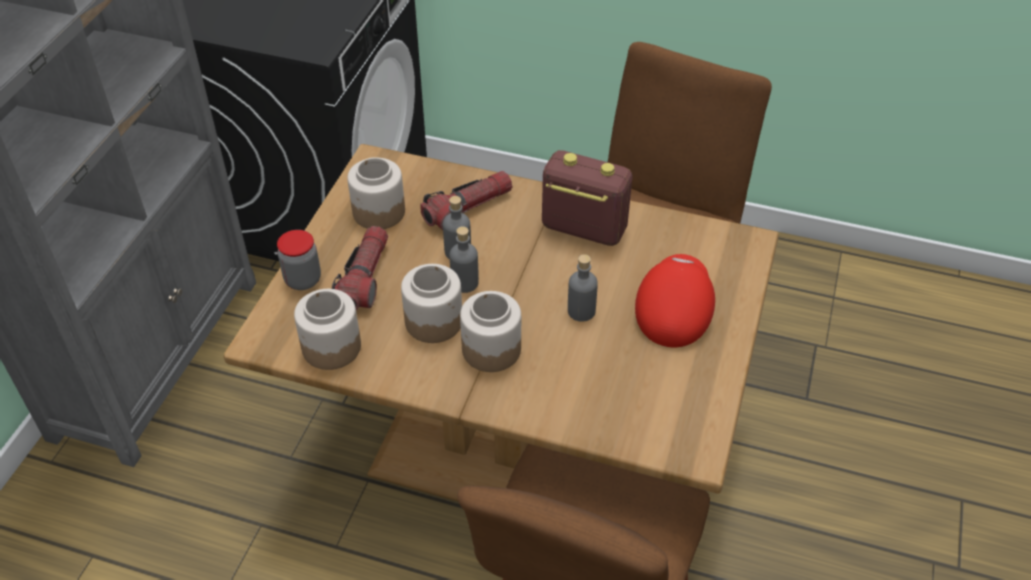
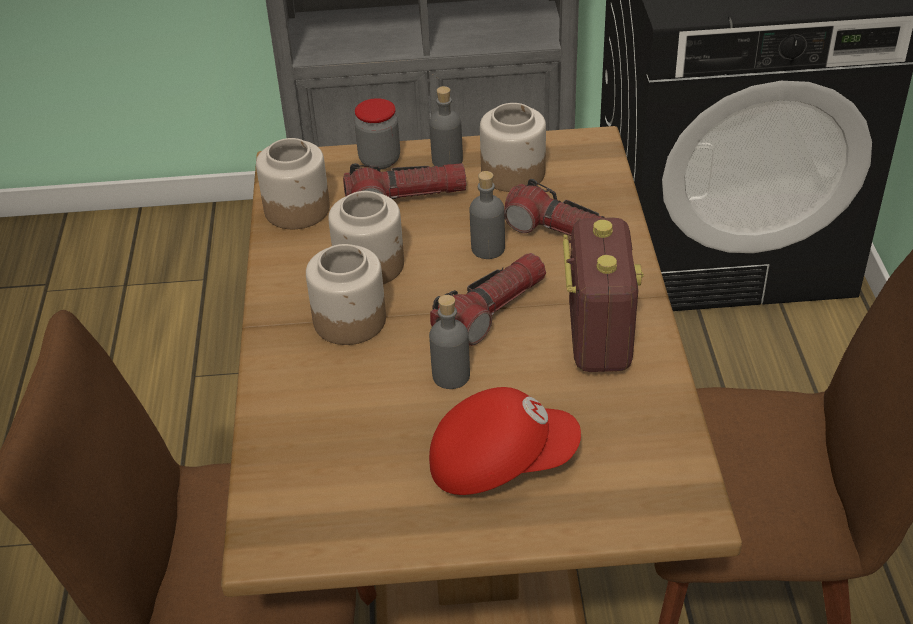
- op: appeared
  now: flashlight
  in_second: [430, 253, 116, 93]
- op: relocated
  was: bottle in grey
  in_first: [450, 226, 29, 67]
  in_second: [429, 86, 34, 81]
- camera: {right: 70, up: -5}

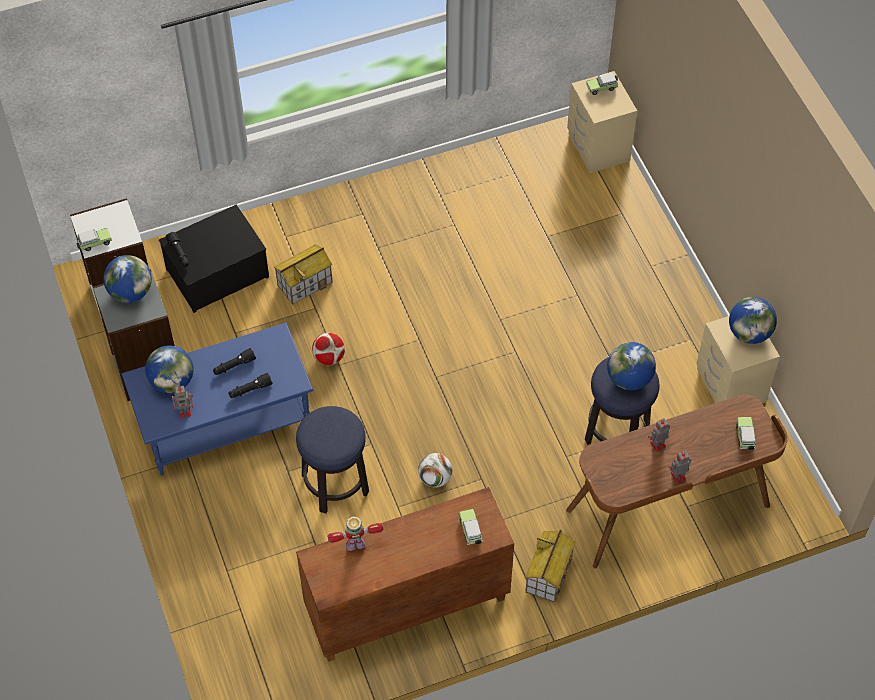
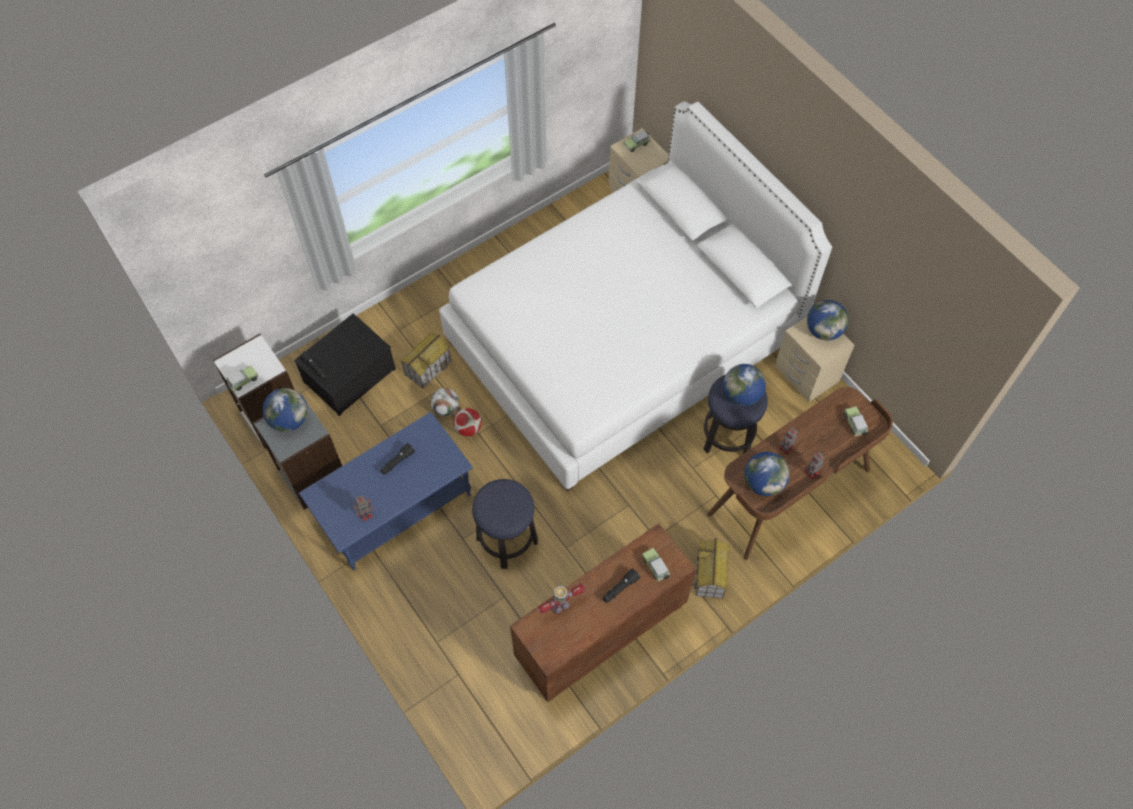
- op: appeared
  now: bed in white
  in_second: [439, 101, 393, 391]
- op: relocated
  was: globe
  in_first: [145, 345, 49, 48]
  in_second: [744, 452, 46, 44]
- op: relocated
  was: flashlight in black
  in_first: [228, 373, 45, 25]
  in_second: [603, 568, 37, 35]
- op: relocated
  was: football
  in_first: [418, 453, 34, 34]
  in_second: [430, 388, 29, 28]
- camera: {right: -15, up: 5}

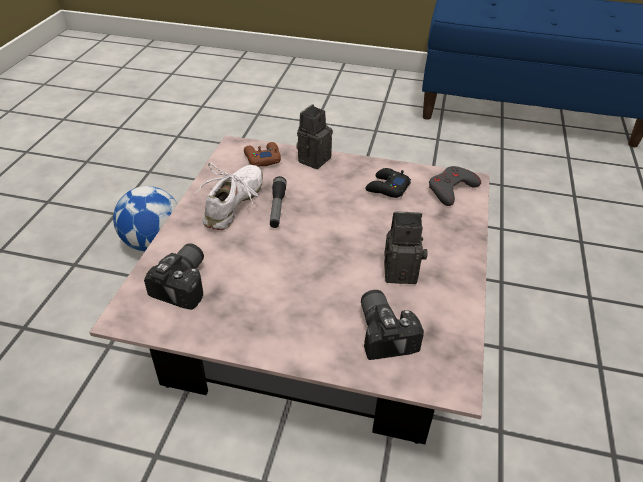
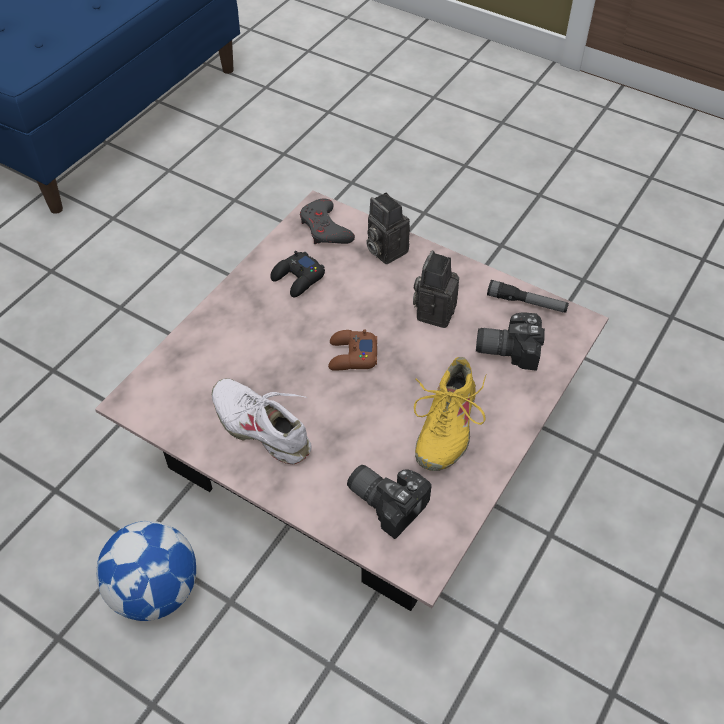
- op: appeared
  now: shoe in yellow
  in_second: [414, 357, 73, 114]
- op: relocated
  was: game controller in brown
  in_first: [244, 142, 37, 25]
  in_second: [328, 329, 49, 42]
- op: relocated
  was: flashlight
  in_first: [270, 176, 17, 52]
  in_second: [487, 280, 82, 33]
- op: relocated
  was: photo camera
  in_first: [296, 104, 37, 65]
  in_second: [366, 193, 44, 71]
- camera: {right: -70, up: 10}

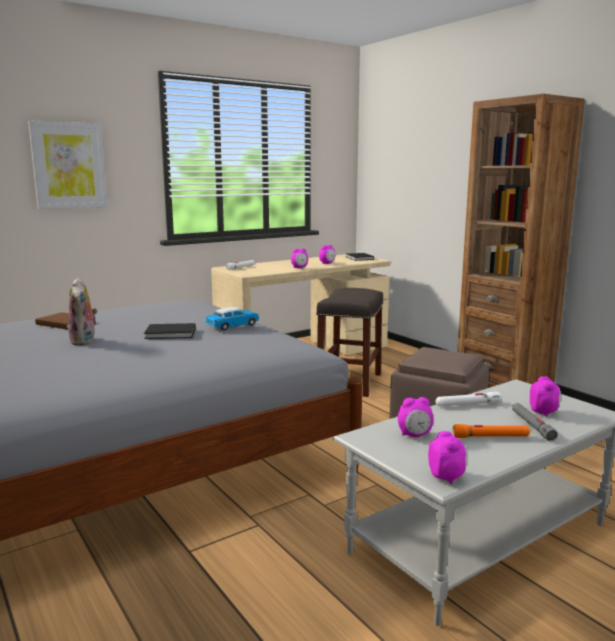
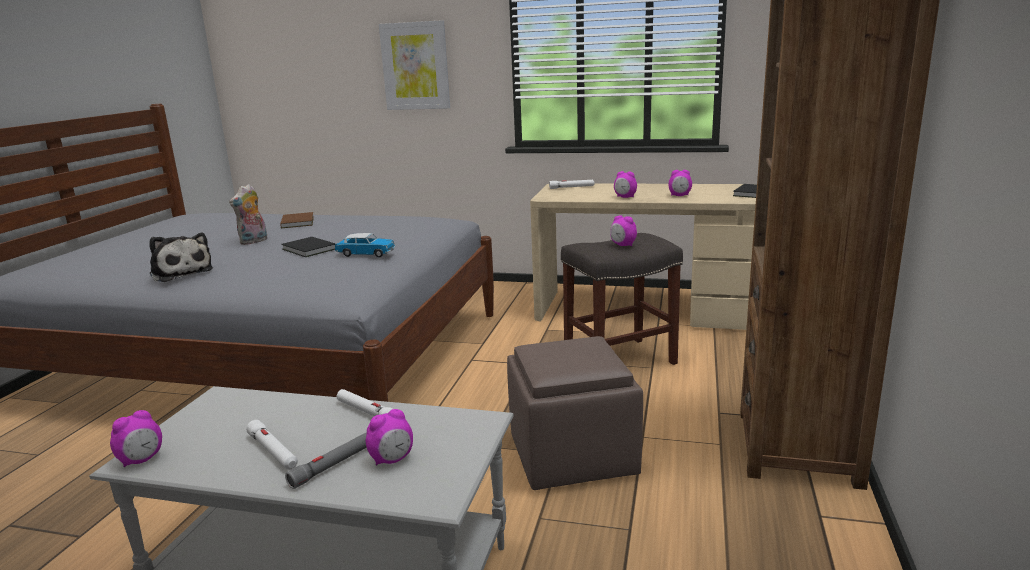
- op: appeared
  now: plush toy
  in_second: [149, 233, 64, 49]
- op: relocated
  was: alarm clock
  in_first: [398, 397, 36, 40]
  in_second: [610, 215, 27, 31]
- op: colour
  was: flashlight in orange
  now: flashlight in white
  in_first: [453, 424, 77, 14]
  in_second: [246, 420, 52, 50]
- camera: {right: 50, up: 5}

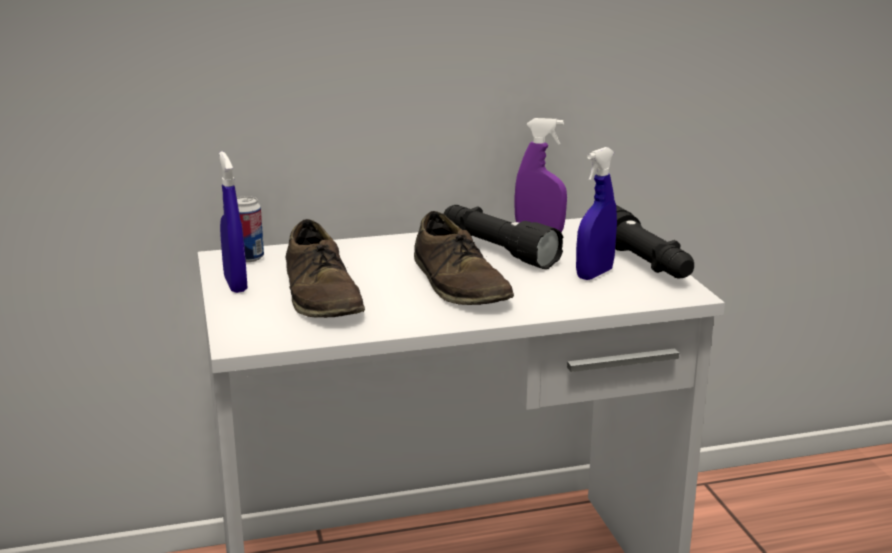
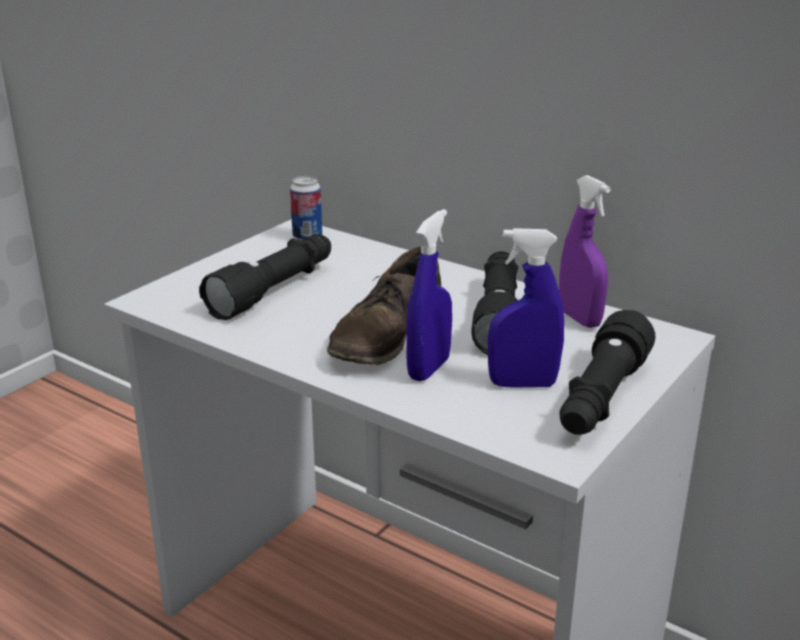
- op: relocated
  was: spray bottle in blue
  in_first: [219, 151, 29, 142]
  in_second: [406, 209, 46, 173]
- op: exchanged
  was: shoe in brown
  now: flashlight in black
  in_first: [286, 219, 79, 99]
  in_second: [199, 234, 132, 86]
- camera: {right: 50, up: 5}

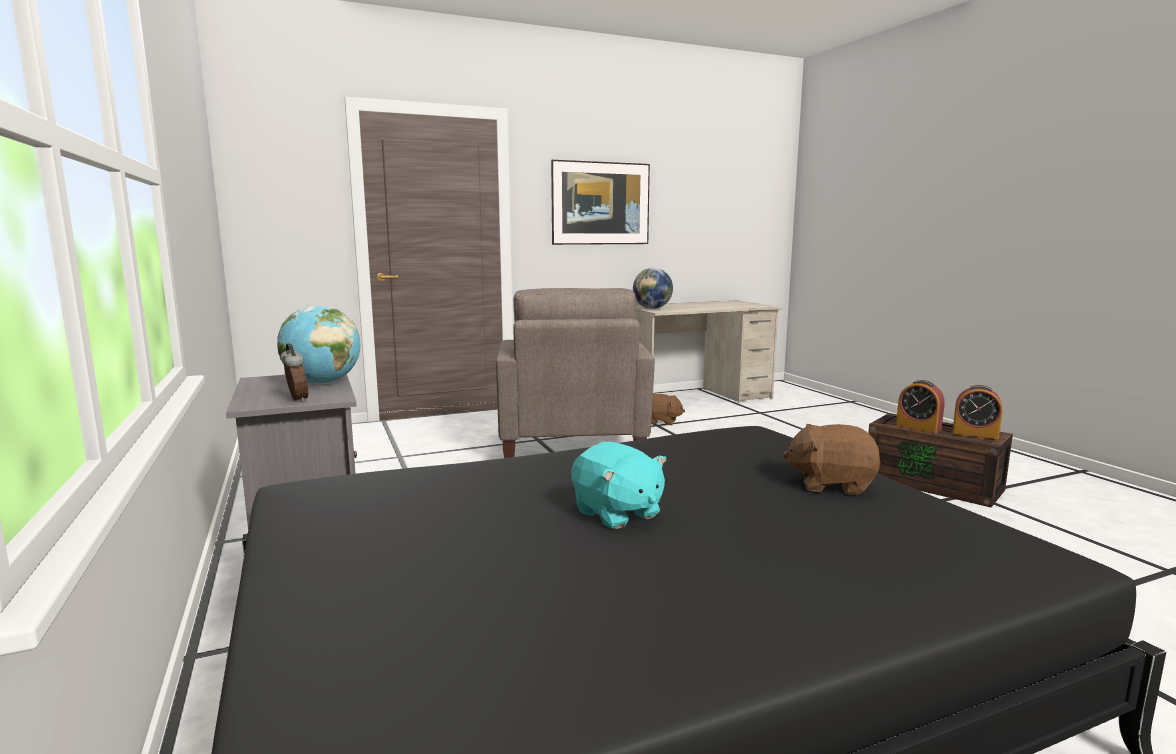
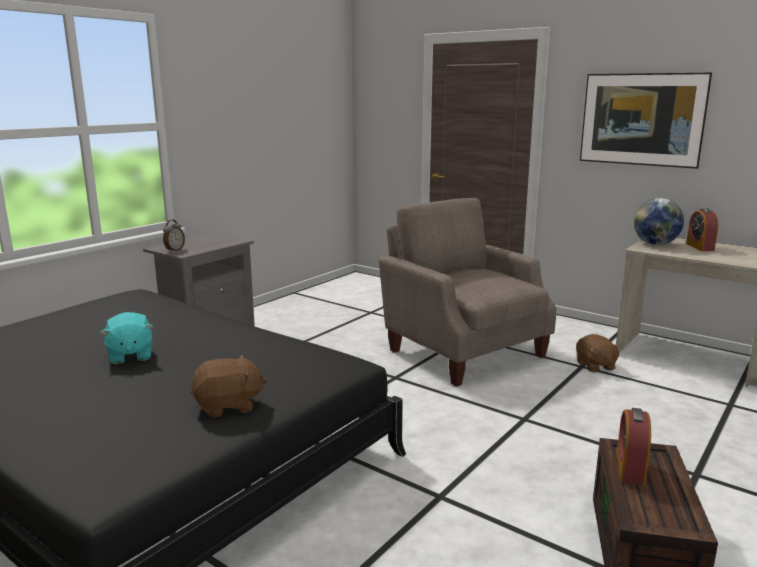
- op: missing
  was: globe
  in_first: [277, 306, 83, 78]
- op: relocated
  was: alarm clock
  in_first: [953, 385, 50, 54]
  in_second: [686, 208, 32, 43]
- op: spun
  was: armchair in beige
  in_first: [496, 288, 159, 170]
  in_second: [379, 198, 177, 189]
  clockwise: 90
- op: spun
  was: plush toy in turquoise
  in_first: [571, 442, 96, 87]
  in_second: [100, 312, 54, 52]
  clockwise: -45
- op: spun
  was: plush toy in brown
  in_first: [783, 424, 97, 71]
  in_second: [190, 355, 77, 63]
  clockwise: 90
- camera: {right: 60, up: 5}

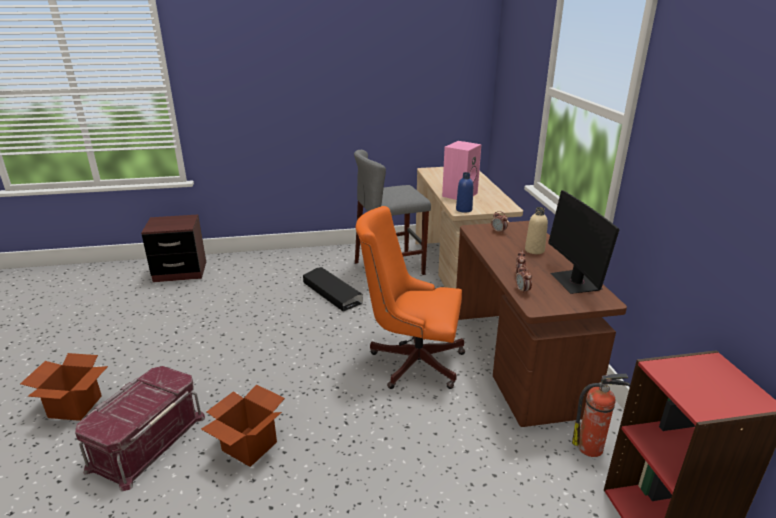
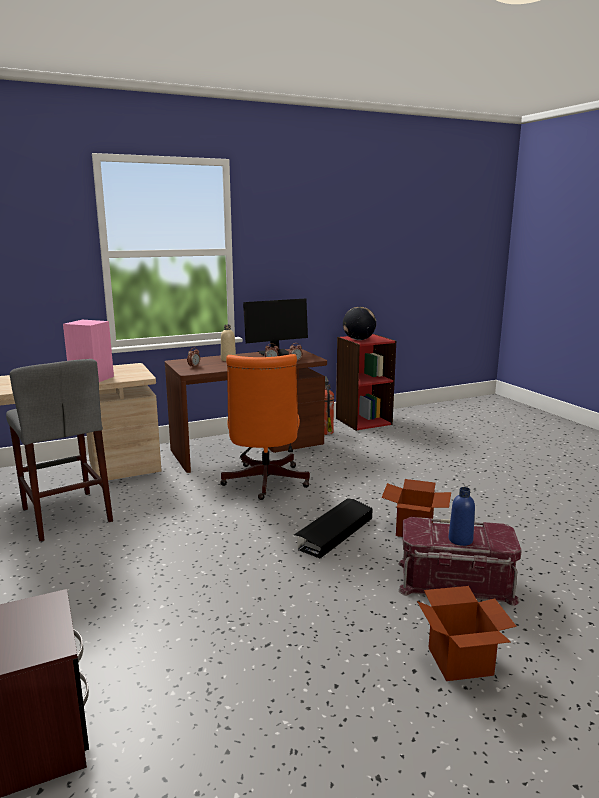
- op: appeared
  now: globe
  in_second: [343, 307, 33, 33]
- op: relocated
  was: storage box in black
  in_first: [303, 267, 60, 44]
  in_second: [294, 498, 79, 61]
- op: relocated
  was: bottle in blue
  in_first: [456, 172, 17, 41]
  in_second: [449, 487, 26, 59]
- camera: {right: -105, up: -10}

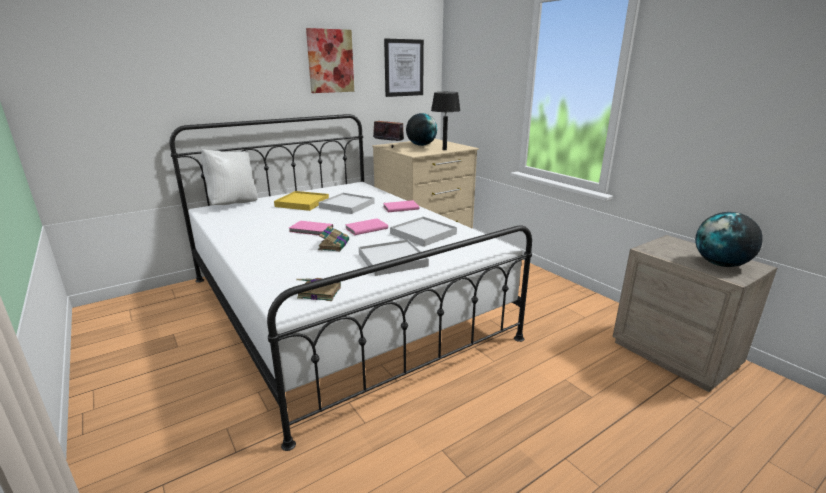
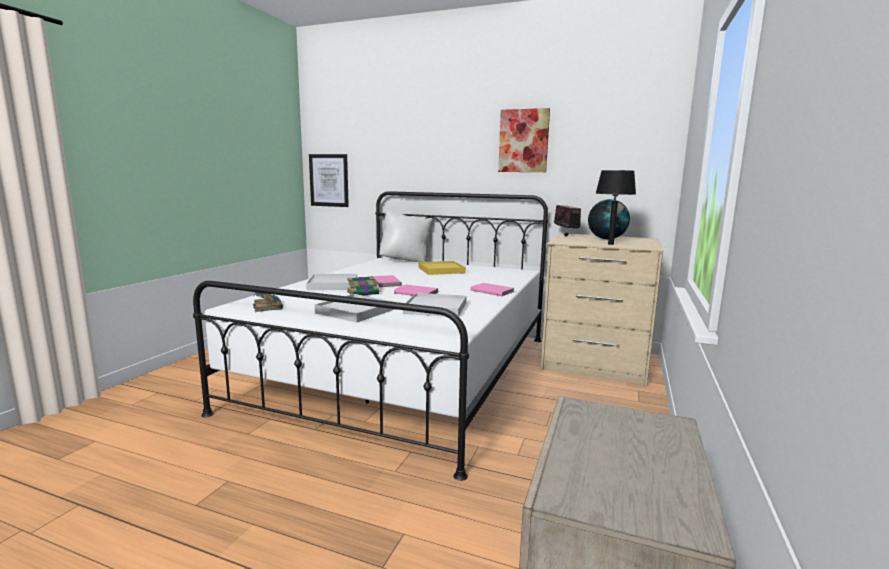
- op: missing
  was: globe
  in_first: [695, 212, 68, 55]
- op: relocated
  was: tray in white
  in_first: [319, 193, 56, 21]
  in_second: [306, 274, 51, 16]
- op: relocated
  was: picture
  in_first: [384, 38, 40, 59]
  in_second: [309, 154, 40, 53]
- camera: {right: 55, up: -10}

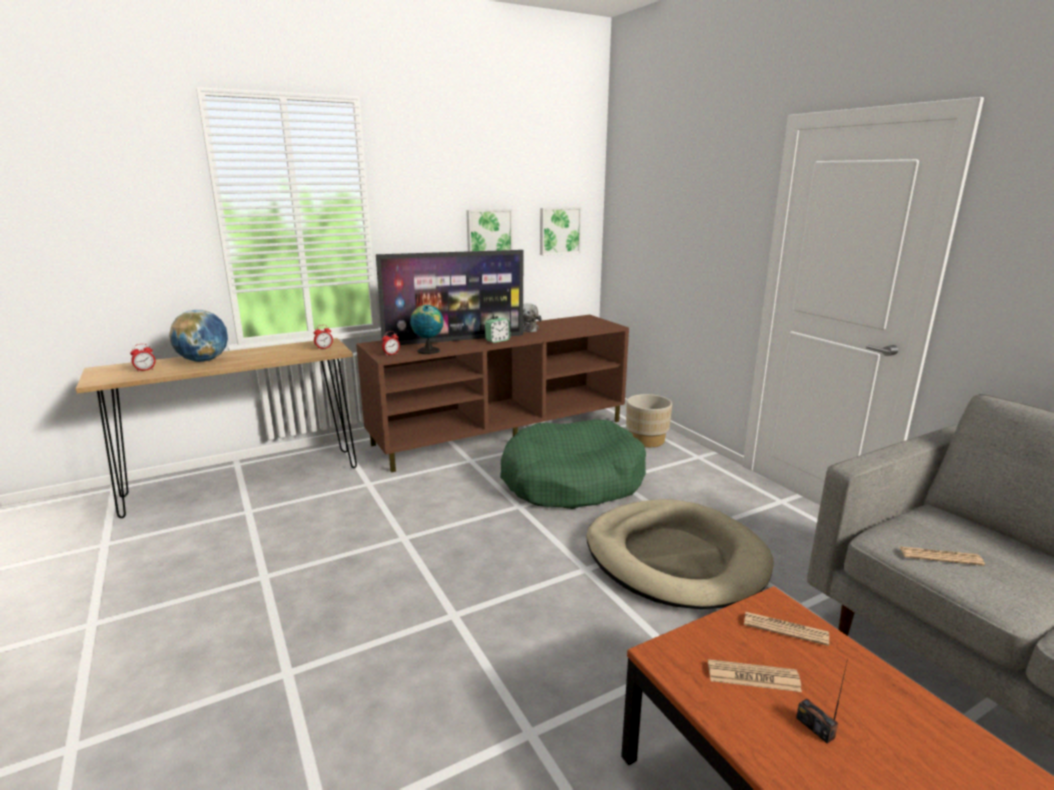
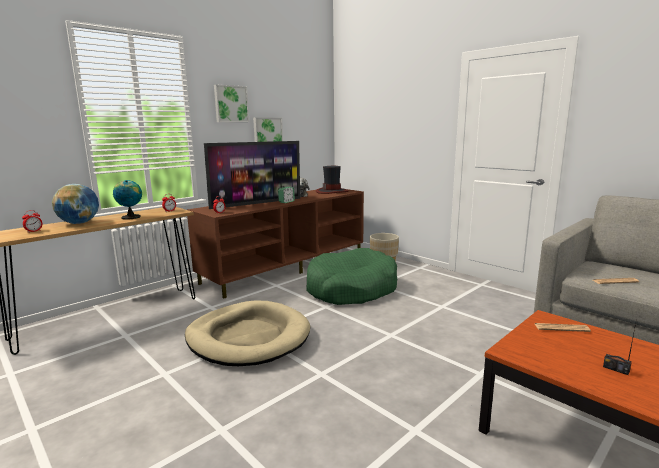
- op: missing
  was: newspaper
  in_first: [708, 659, 94, 33]
- op: appeared
  now: hat
  in_second: [316, 166, 33, 28]
- op: relocated
  was: globe
  in_first: [410, 305, 34, 49]
  in_second: [113, 180, 29, 40]
- op: relocated
  was: picture
  in_first: [540, 207, 42, 48]
  in_second: [214, 85, 35, 37]
- op: relocated
  was: dog bed in beige
  in_first: [586, 499, 188, 110]
  in_second: [185, 300, 125, 66]
- camera: {right: -15, up: -5}

